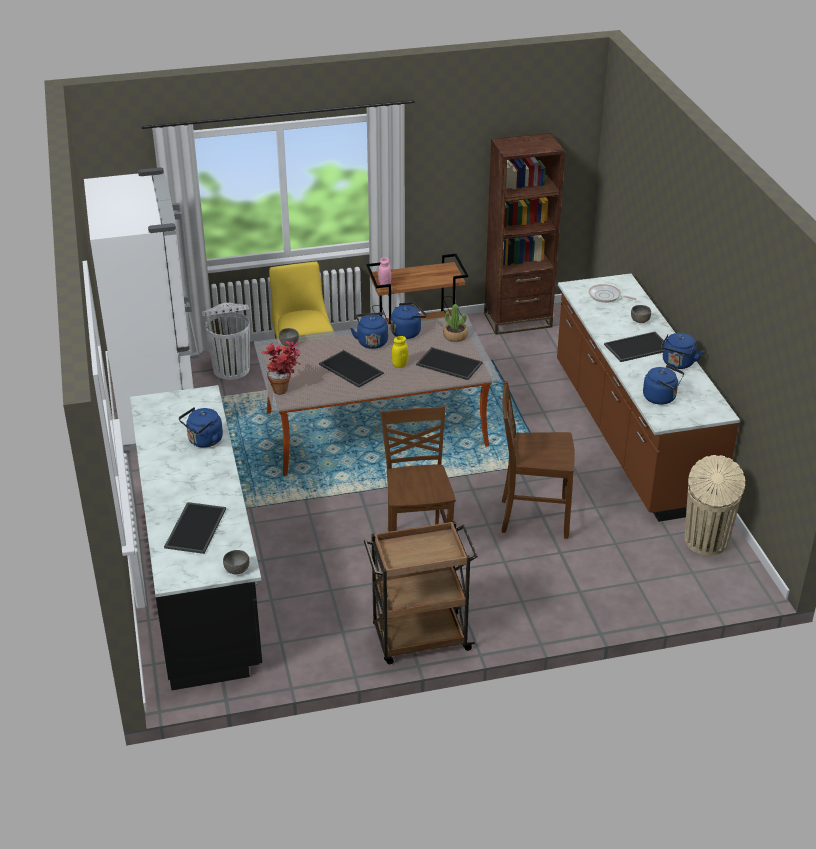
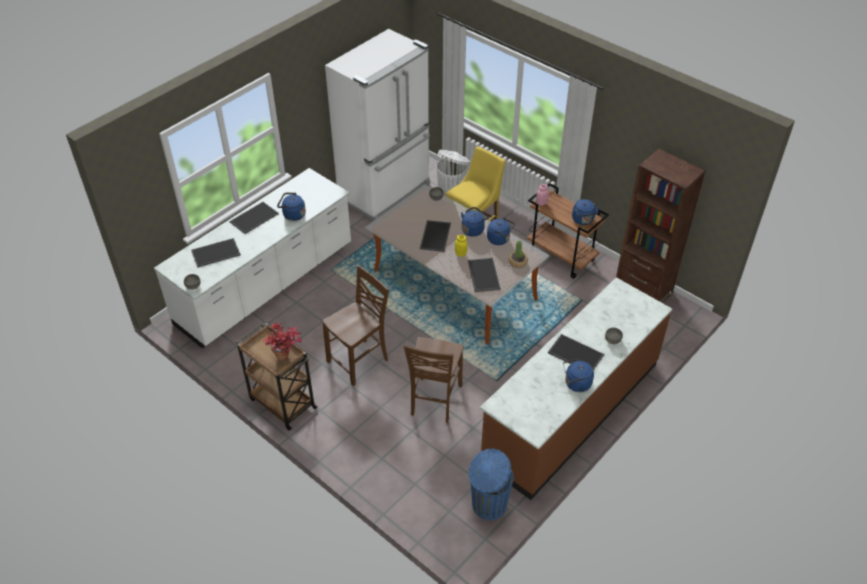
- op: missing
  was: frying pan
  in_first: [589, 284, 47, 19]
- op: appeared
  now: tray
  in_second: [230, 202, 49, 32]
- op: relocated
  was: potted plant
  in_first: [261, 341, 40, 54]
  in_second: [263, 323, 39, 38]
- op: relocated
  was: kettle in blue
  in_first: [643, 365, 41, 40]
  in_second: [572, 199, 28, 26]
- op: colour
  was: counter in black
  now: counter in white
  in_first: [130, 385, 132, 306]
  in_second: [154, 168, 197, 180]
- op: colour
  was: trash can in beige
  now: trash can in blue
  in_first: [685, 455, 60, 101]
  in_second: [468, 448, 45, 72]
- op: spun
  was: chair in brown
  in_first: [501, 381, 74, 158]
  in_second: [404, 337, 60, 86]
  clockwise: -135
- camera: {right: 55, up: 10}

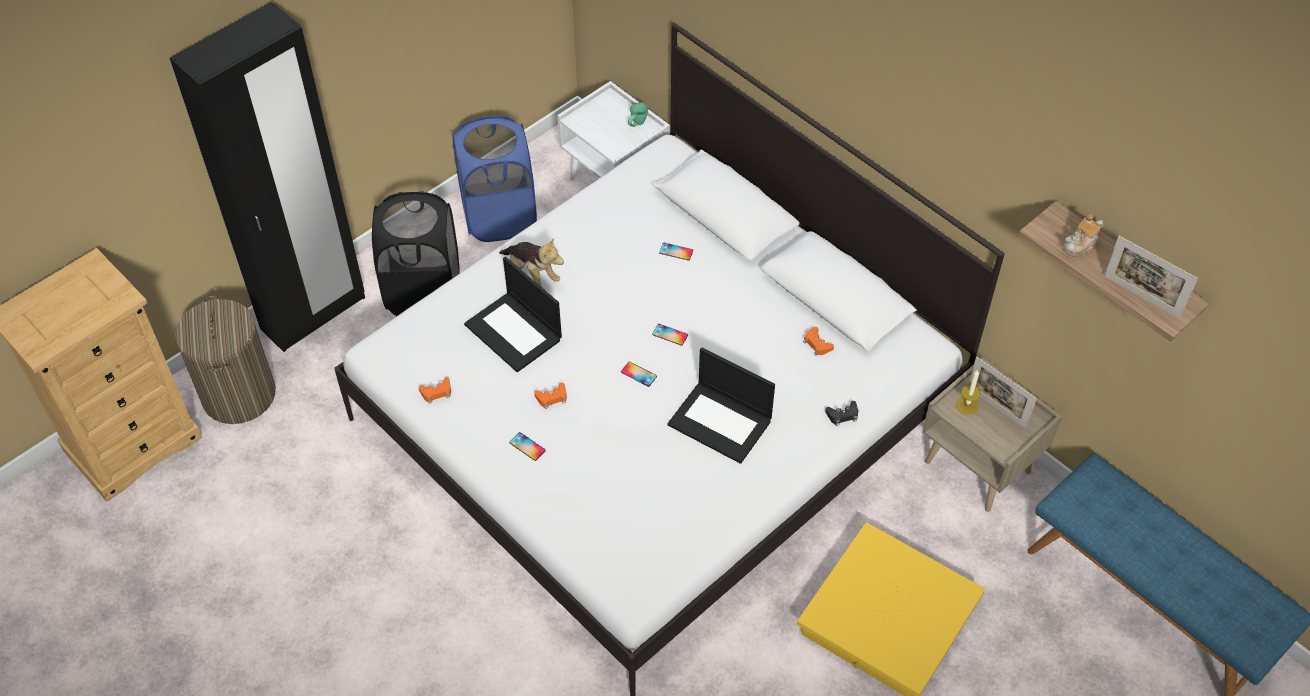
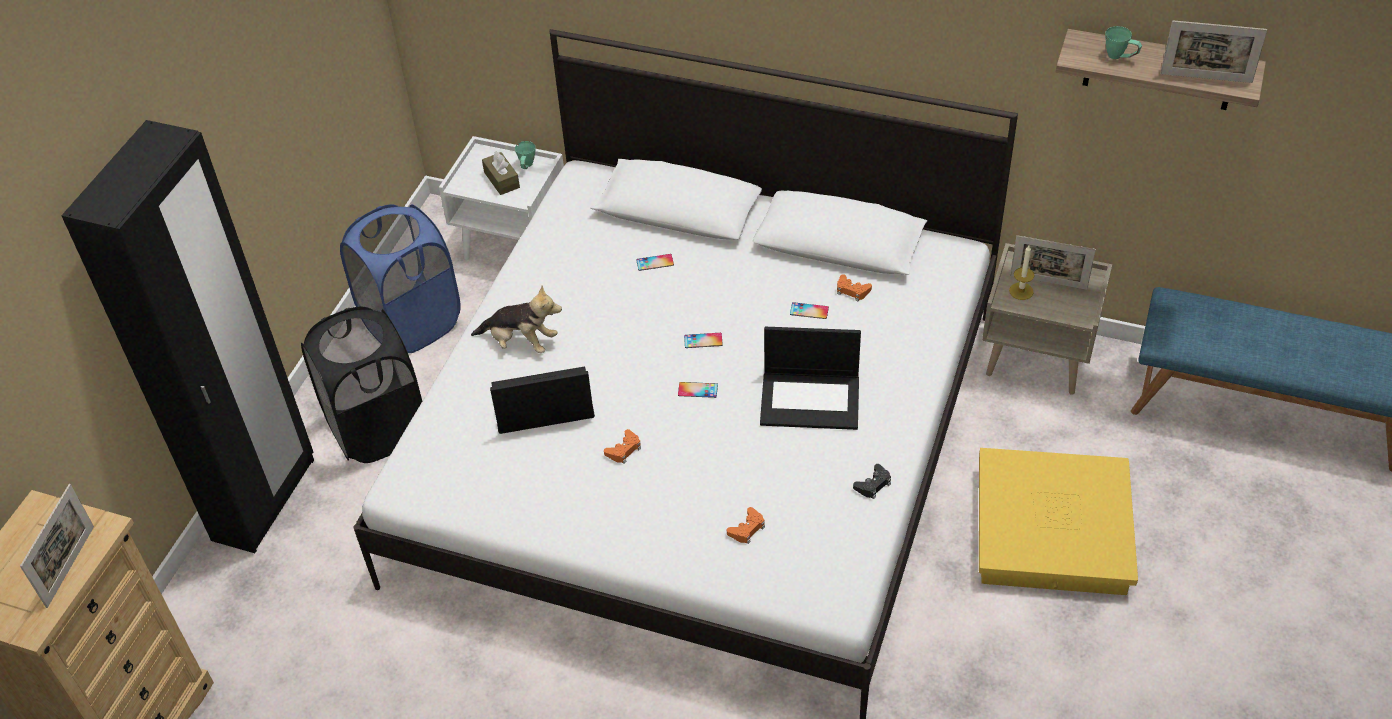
- op: missing
  was: laundry basket
  in_first: [175, 295, 101, 129]
- op: appeared
  now: picture frame
  in_second: [20, 484, 74, 124]
- op: appeared
  now: tissue box in brown
  in_second: [482, 151, 38, 44]
- op: relocated
  was: game controller in orange
  in_first: [418, 377, 33, 27]
  in_second: [727, 507, 38, 37]
- op: relocated
  was: phone
  in_first: [509, 432, 37, 29]
  in_second: [790, 302, 39, 17]
- op: relocated
  was: game controller in black
  in_first: [825, 401, 33, 25]
  in_second: [853, 464, 38, 35]
- op: exchanged
  was: teapot
  now: mug in green
  in_first: [1063, 214, 41, 43]
  in_second: [1105, 26, 37, 33]
- op: spun
  was: laptop
  in_first: [464, 257, 98, 115]
  in_second: [490, 367, 105, 67]
  clockwise: 150
- camera: {right: -25, up: -5}

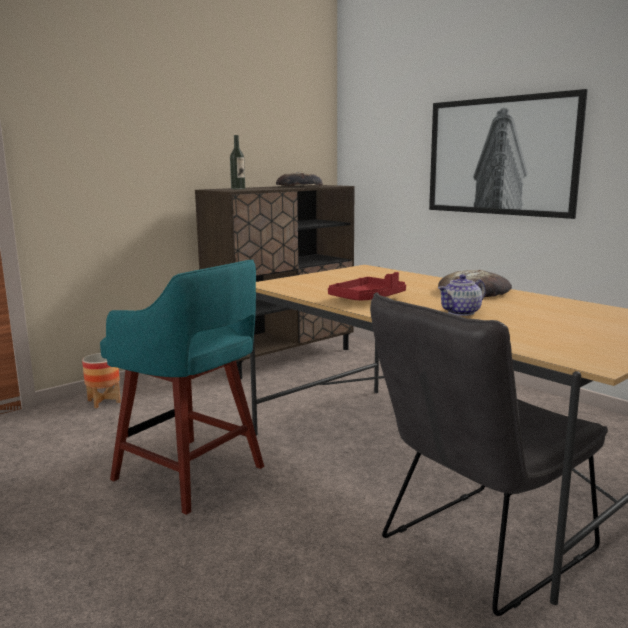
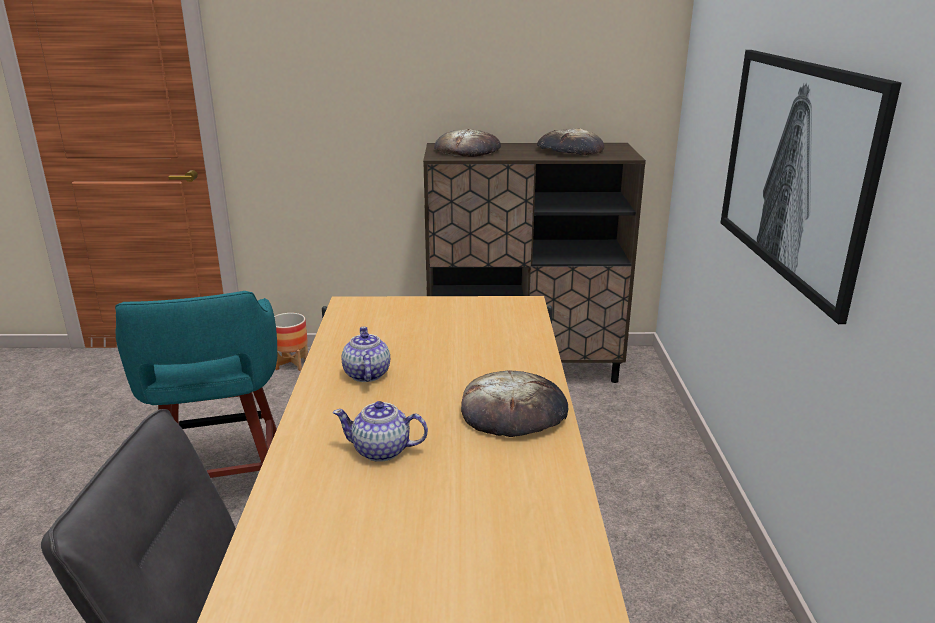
- op: exchanged
  was: bottle
  now: bread
  in_first: [230, 135, 15, 54]
  in_second: [434, 129, 67, 28]
- op: exchanged
  was: tray in red
  now: teapot
  in_first: [328, 272, 78, 28]
  in_second: [341, 327, 49, 55]
- camera: {right: 40, up: 10}

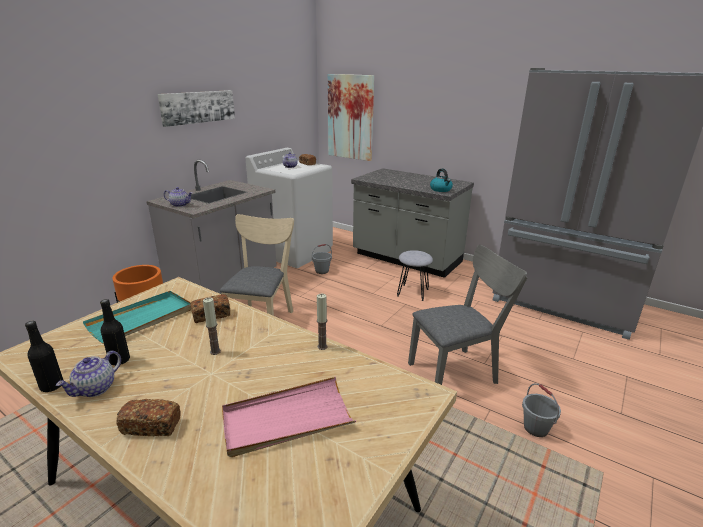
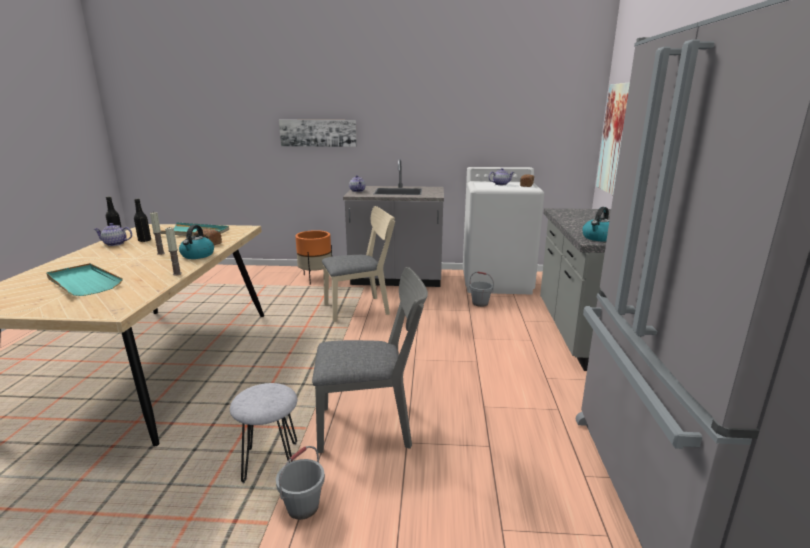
- op: missing
  was: bread
  in_first: [116, 399, 65, 37]
- op: appeared
  now: kettle
  in_second: [179, 225, 35, 34]
- op: relocated
  was: picture
  in_first: [158, 90, 77, 37]
  in_second: [279, 120, 78, 27]
- op: relocated
  was: stool in grey
  in_first: [397, 250, 36, 51]
  in_second: [230, 383, 67, 100]
- op: colour
  was: tray in pink
  now: tray in turquoise
  in_first: [222, 377, 134, 80]
  in_second: [46, 263, 77, 33]
- op: spun
  was: chair in grey
  in_first: [408, 245, 119, 140]
  in_second: [312, 267, 116, 186]
  clockwise: -45
- camera: {right: 60, up: -5}

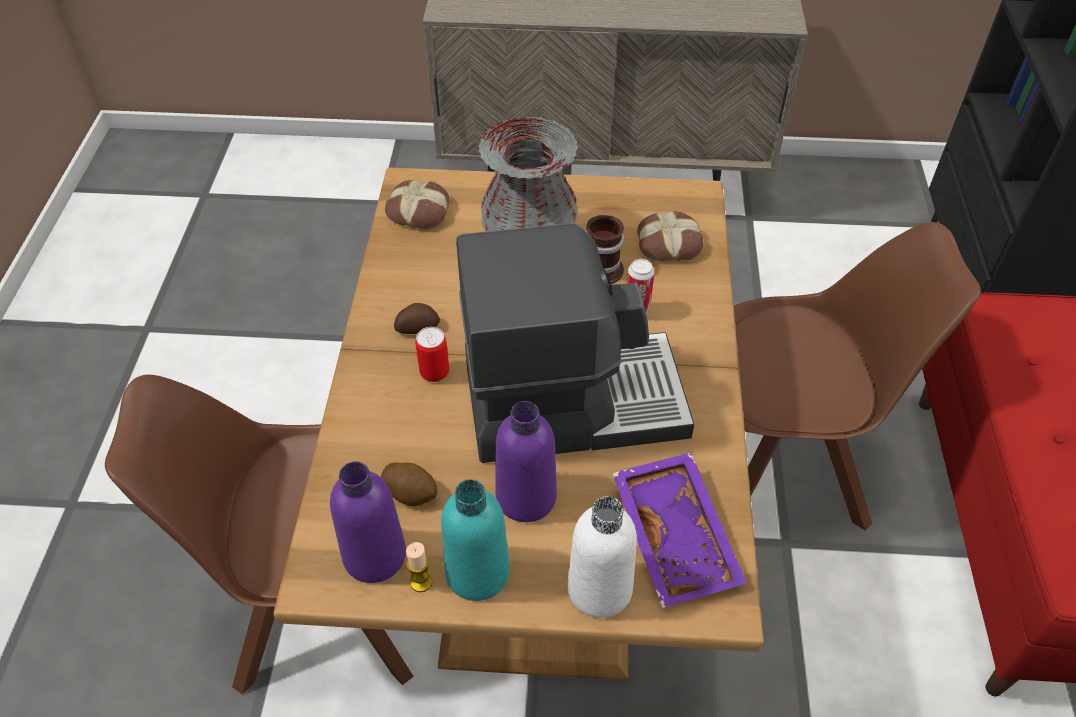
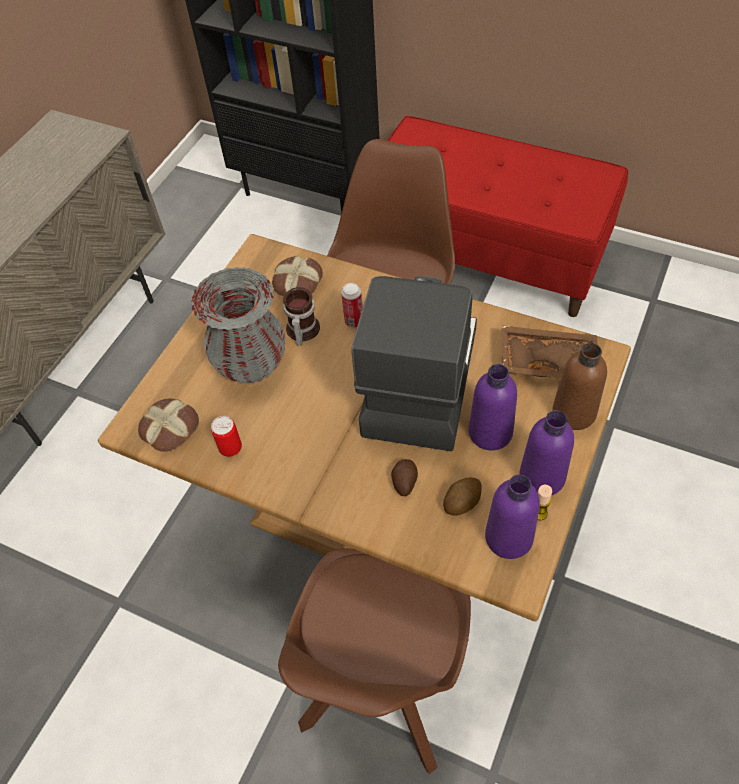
- op: relocated
  was: potato
  in_first: [394, 303, 46, 31]
  in_second: [391, 459, 27, 37]
- op: relocated
  was: can
  in_first: [415, 327, 34, 55]
  in_second: [211, 416, 31, 41]
- op: colour
  was: bottle in turquoise
  now: bottle in purple
  in_first: [441, 479, 69, 122]
  in_second: [519, 410, 55, 85]
- op: colour
  was: bottle in white
  now: bottle in brown
  in_first: [567, 496, 70, 122]
  in_second: [553, 343, 54, 87]
- op: colour
  was: tray in purple
  now: tray in brown
  in_first: [612, 453, 135, 155]
  in_second: [502, 325, 95, 53]
- camera: {right: -65, up: 5}

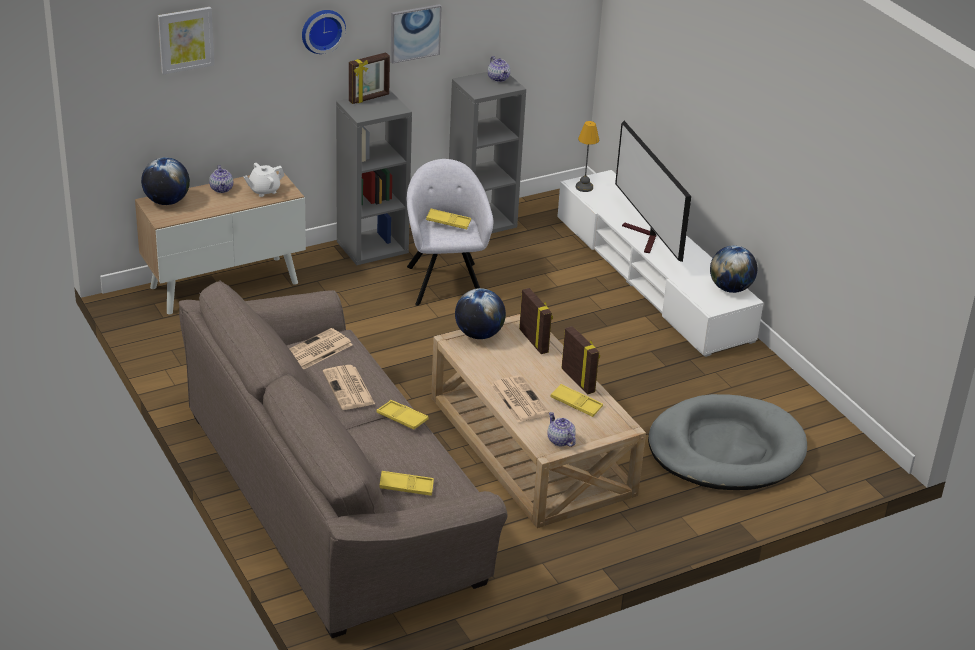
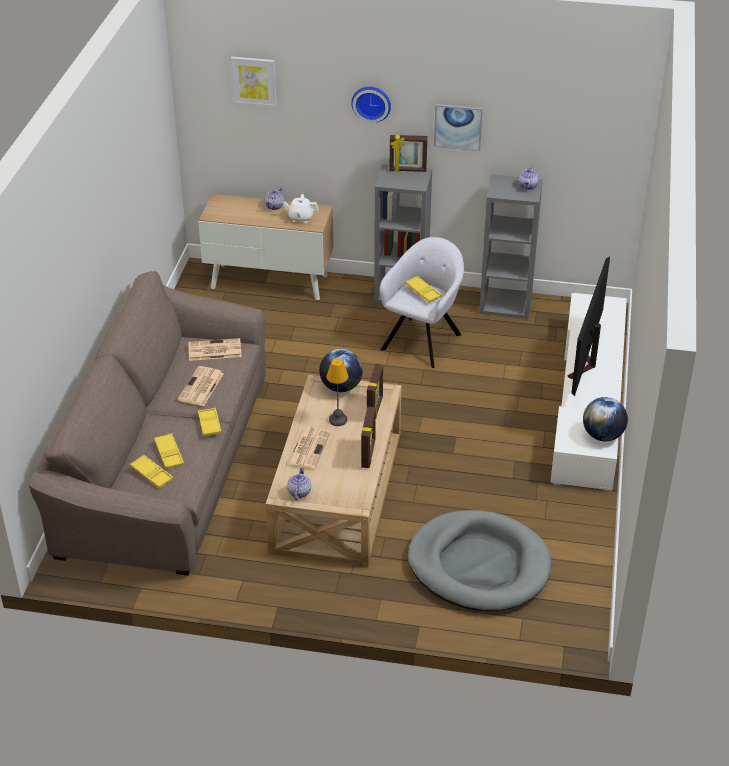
- op: missing
  was: globe
  in_first: [141, 157, 49, 48]
- op: relocated
  was: tray in yellow
  in_first: [550, 384, 53, 33]
  in_second: [154, 433, 30, 36]
- op: relocated
  was: table lamp
  in_first: [576, 121, 23, 71]
  in_second: [326, 359, 23, 67]
- camera: {right: 40, up: 5}

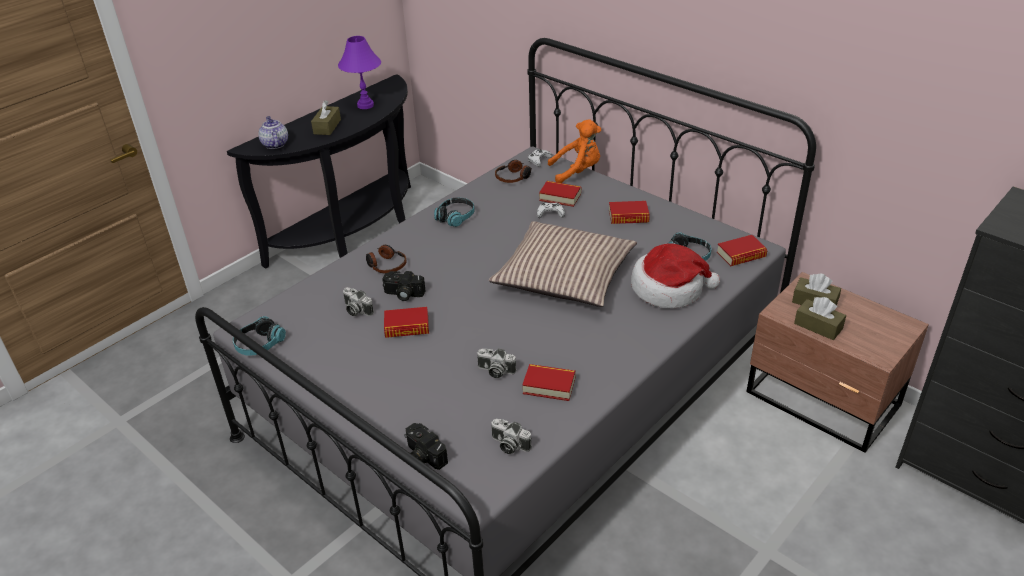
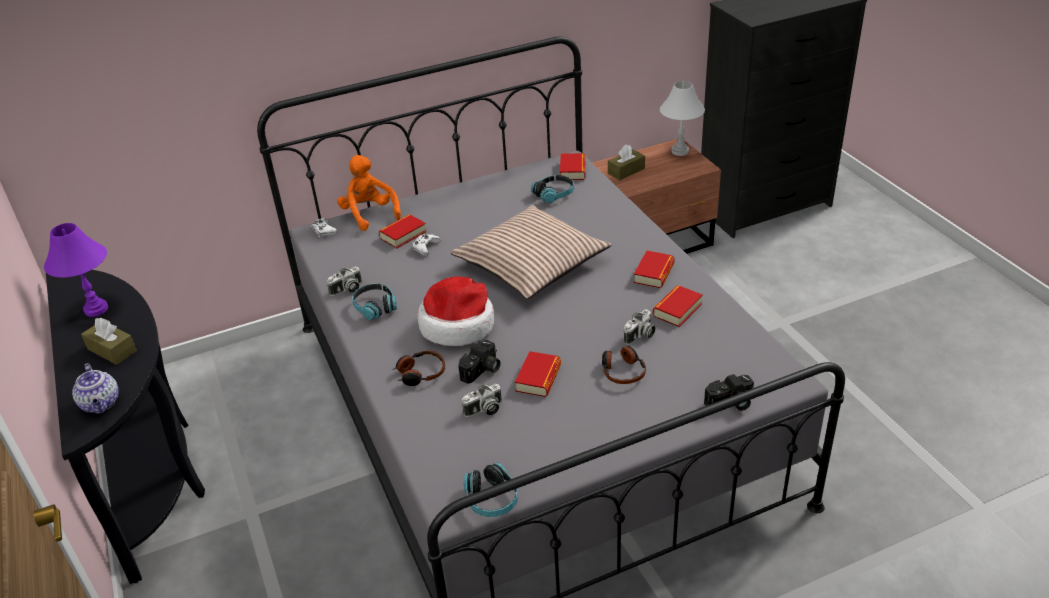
- op: missing
  was: tissue box in brown
  in_first: [794, 297, 52, 43]
- op: appeared
  now: table lamp in white
  in_second: [660, 81, 45, 75]
- op: relocated
  was: photo camera
  in_first: [491, 419, 41, 35]
  in_second: [327, 267, 35, 29]
- op: relocated
  was: headphones
  in_first: [495, 160, 37, 23]
  in_second: [602, 346, 44, 38]
- op: relocated
  was: book
  in_first: [609, 201, 41, 23]
  in_second: [634, 251, 41, 37]
- op: relocated
  was: hat
  in_first: [631, 243, 89, 65]
  in_second: [418, 276, 76, 70]
- op: spun
  was: teapot
  in_first: [258, 116, 30, 33]
  in_second: [72, 363, 47, 51]
  clockwise: -120
- op: spun
  was: plush toy in orange
  in_first: [548, 119, 53, 64]
  in_second: [337, 155, 64, 76]
  clockwise: -45
- camera: {right: -65, up: 0}

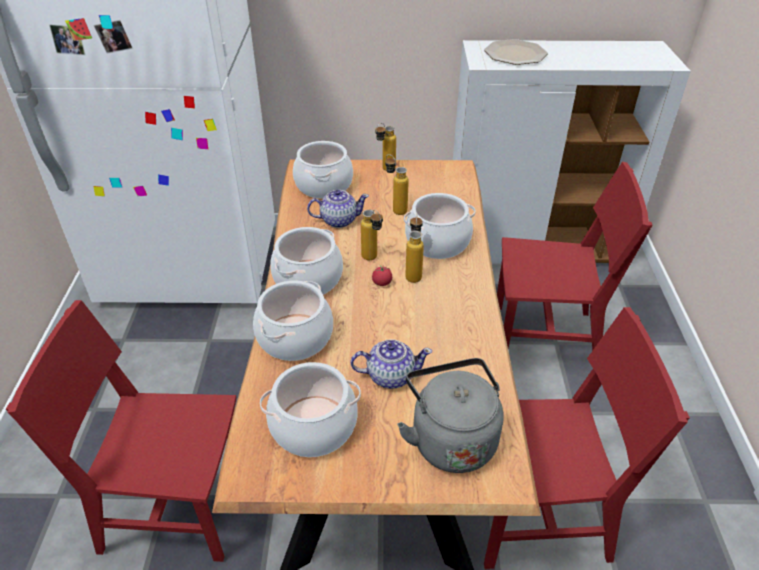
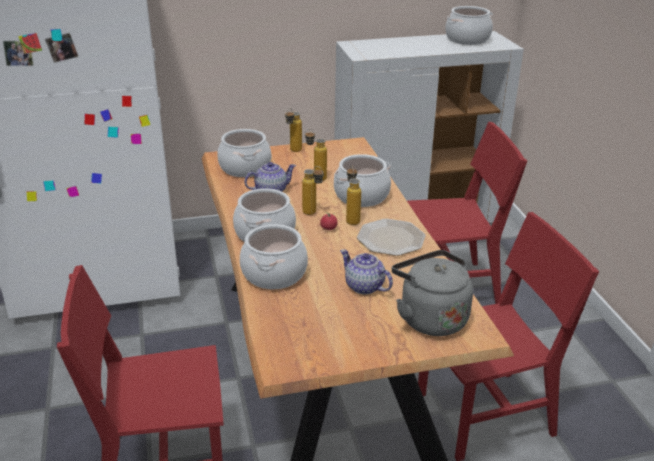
- op: relocated
  was: cooking pot
  in_first: [260, 362, 101, 95]
  in_second: [445, 6, 48, 39]
- op: relocated
  was: plate
  in_first: [484, 39, 64, 26]
  in_second: [357, 219, 69, 37]
- op: spun
  was: teapot
  in_first: [351, 339, 81, 50]
  in_second: [340, 249, 53, 45]
  clockwise: -120
- camera: {right: -15, up: -10}

